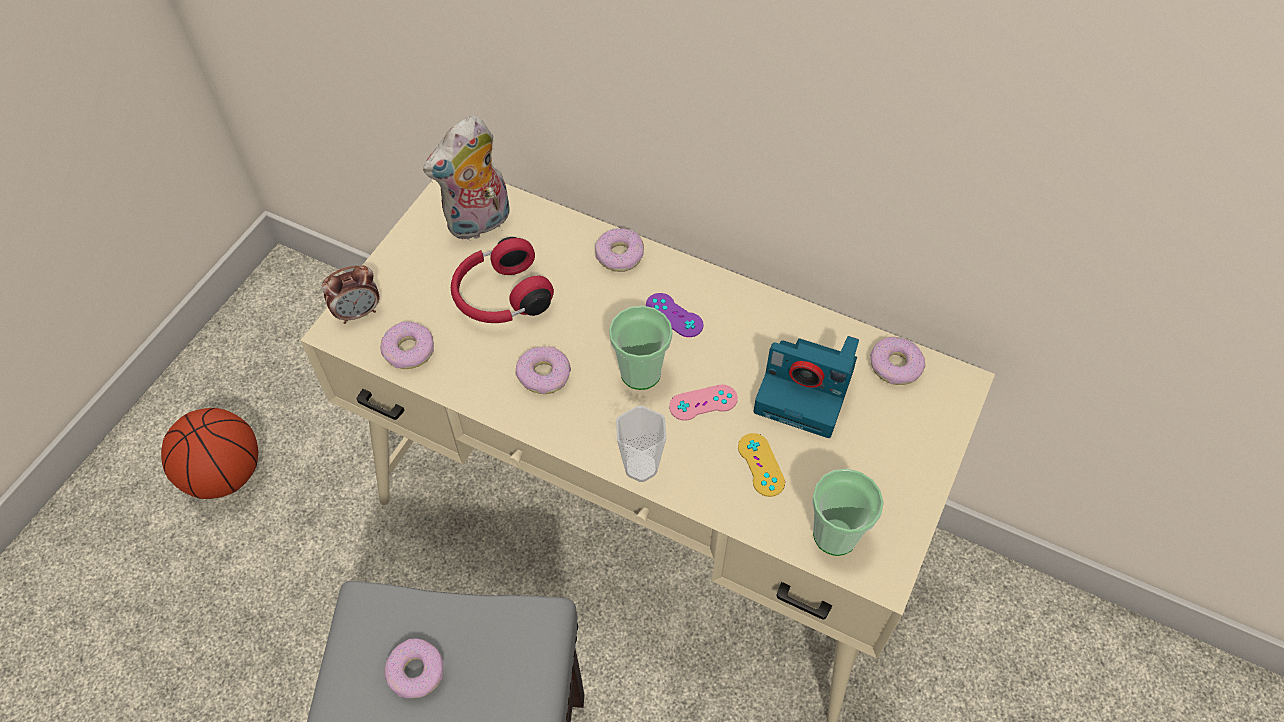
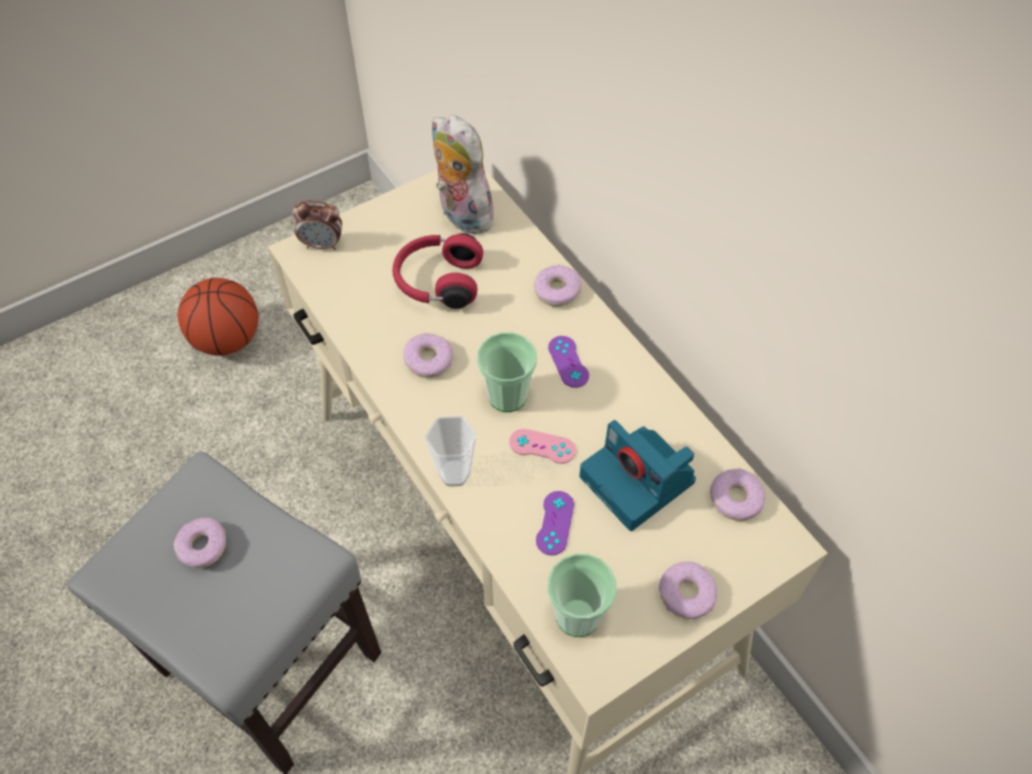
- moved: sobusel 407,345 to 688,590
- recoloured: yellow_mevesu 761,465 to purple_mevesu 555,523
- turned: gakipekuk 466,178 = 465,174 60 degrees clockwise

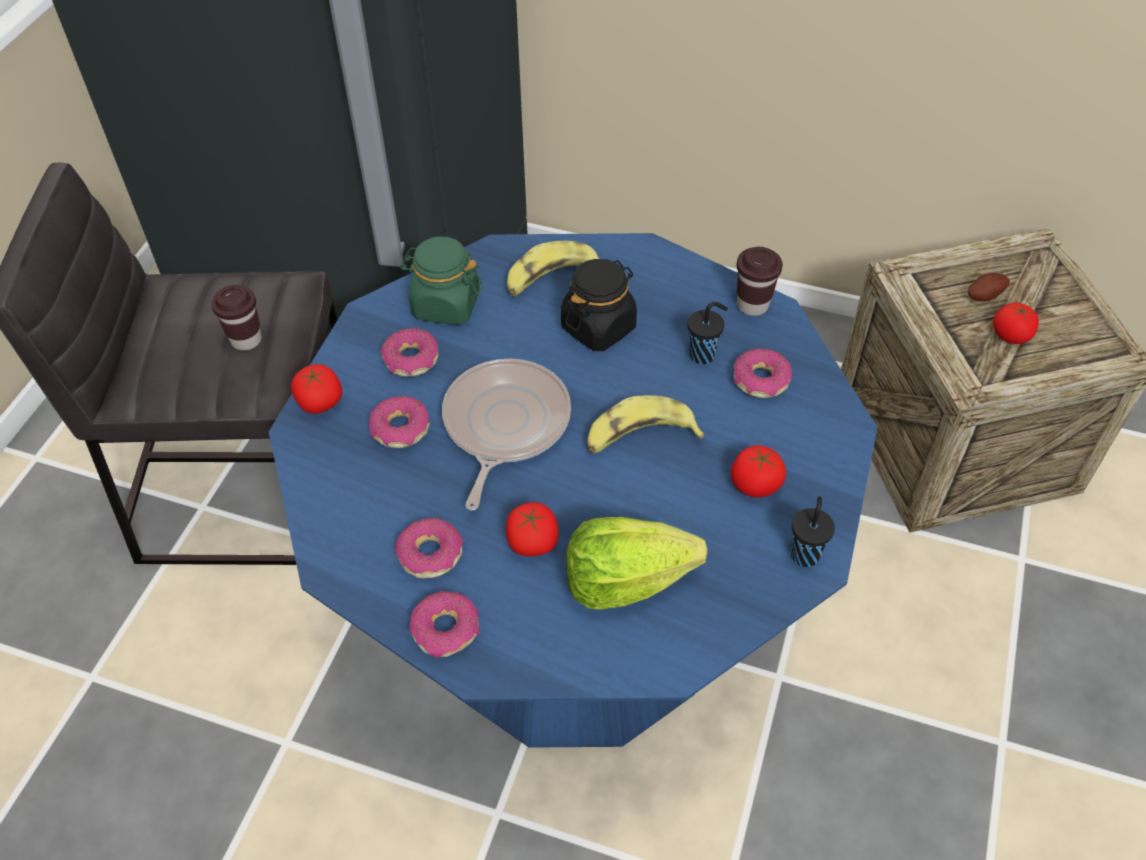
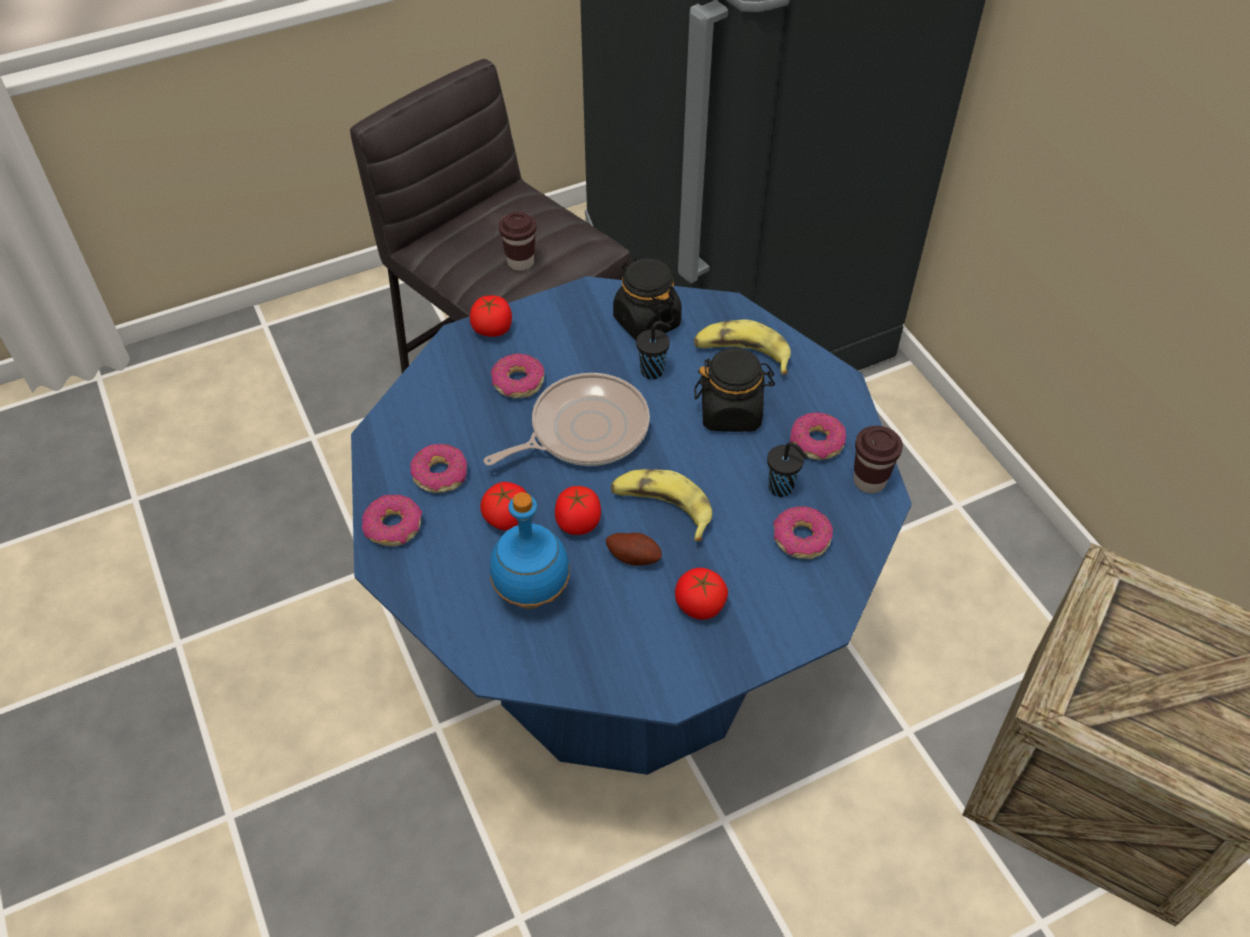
- moved: sobusel 410,352 to 818,436
- moved: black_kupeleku 813,531 to 653,350
- moved: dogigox 989,287 to 634,549
- moved: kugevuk 1016,323 to 578,510
- replaced: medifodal 637,563 to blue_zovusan 530,550
- recoloured: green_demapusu 441,280 to black_demapusu 647,299

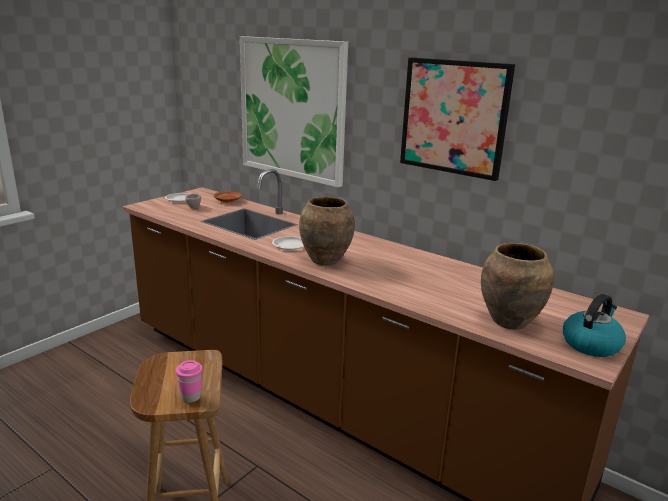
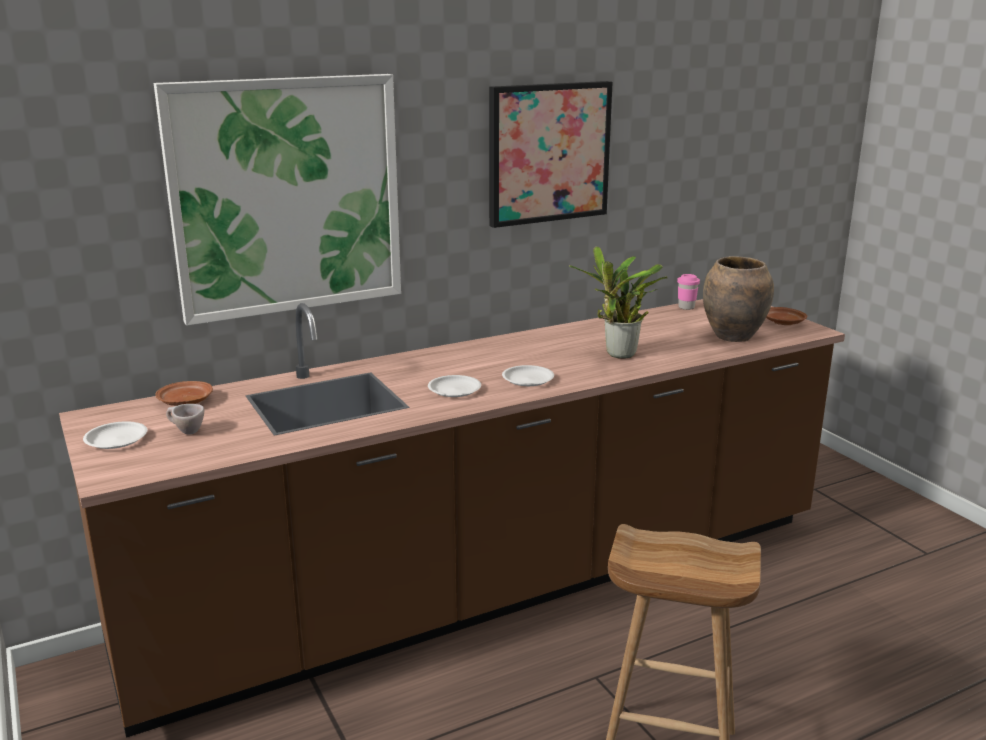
- added: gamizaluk 618,302
- moved: pink_kupeleku 189,381 to 688,292
- replaced: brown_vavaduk 327,231 to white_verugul 528,375
- replaced: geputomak 594,325 to brown_verugul 786,316

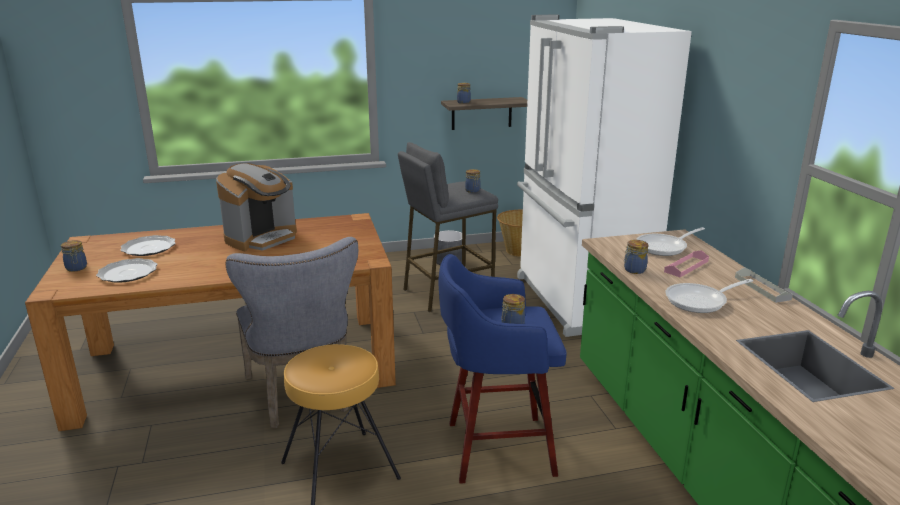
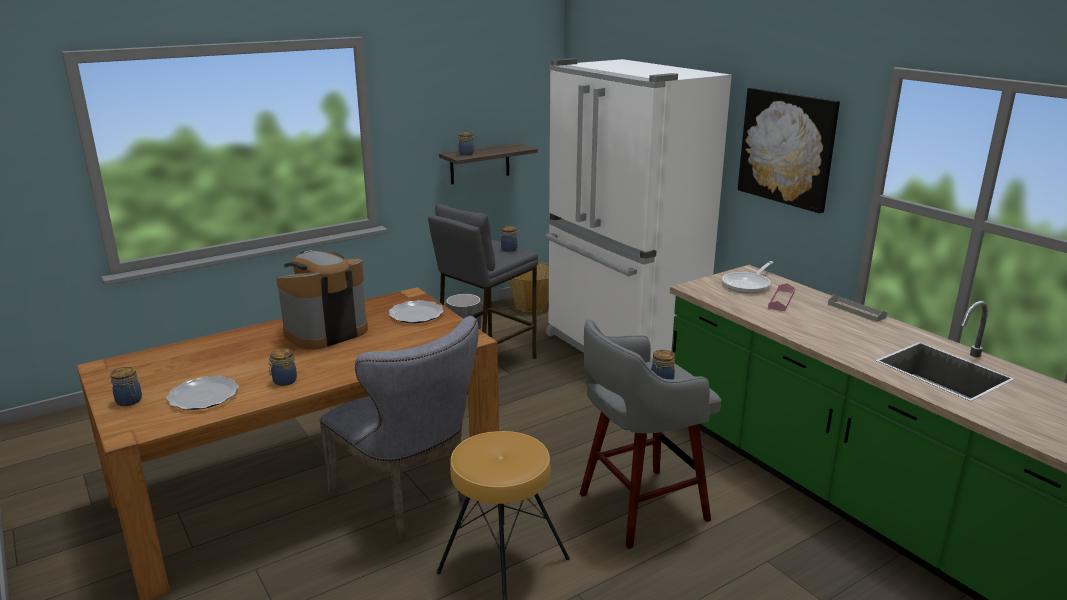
- removed: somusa 709,296
- added: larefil 789,150
- moved: verugul 148,245 to 416,311
- moved: demapusu 636,257 to 282,367
- recoloured: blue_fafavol 503,369 to grey_fafavol 650,434
- turned: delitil 256,207 = 322,299 150 degrees counterclockwise

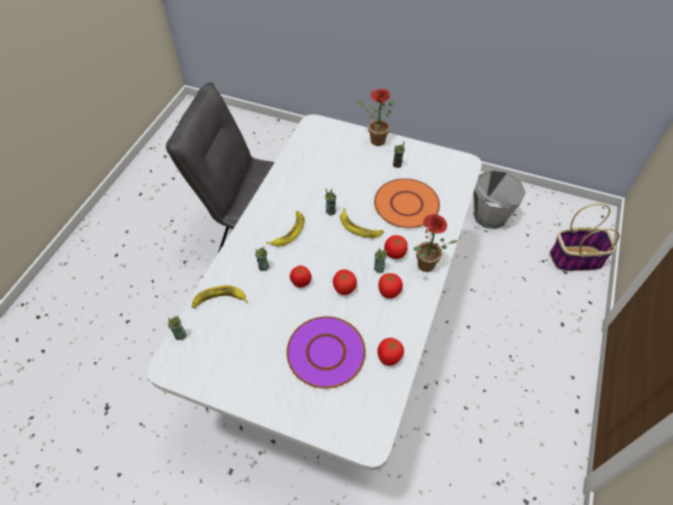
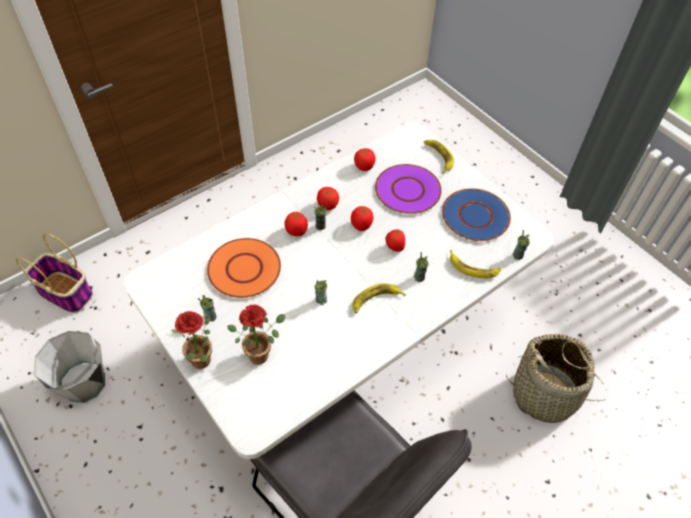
- added: blue_verugul 476,214
- added: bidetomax 556,378
- moved: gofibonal 362,223 to 439,157
- moved: gamizaluk 435,243 to 256,335

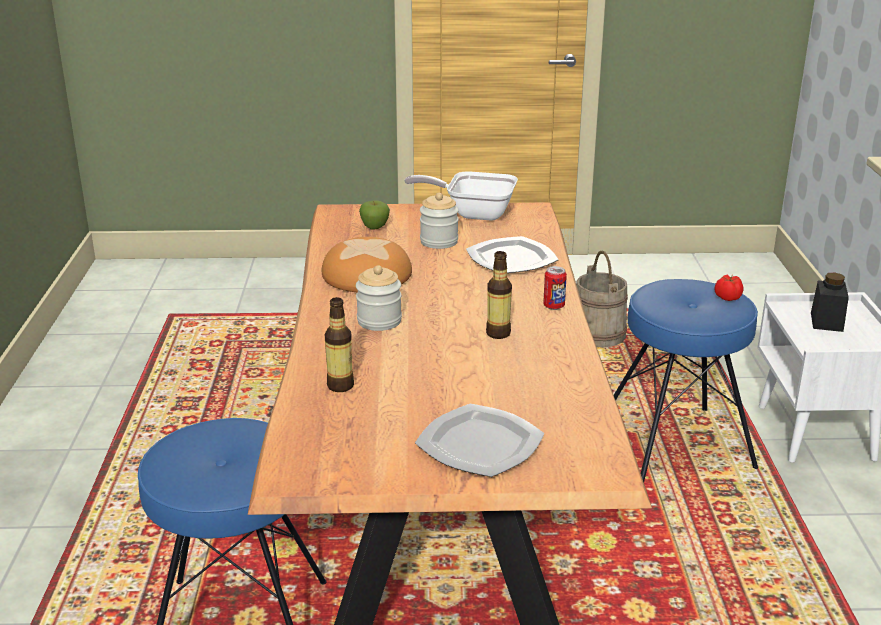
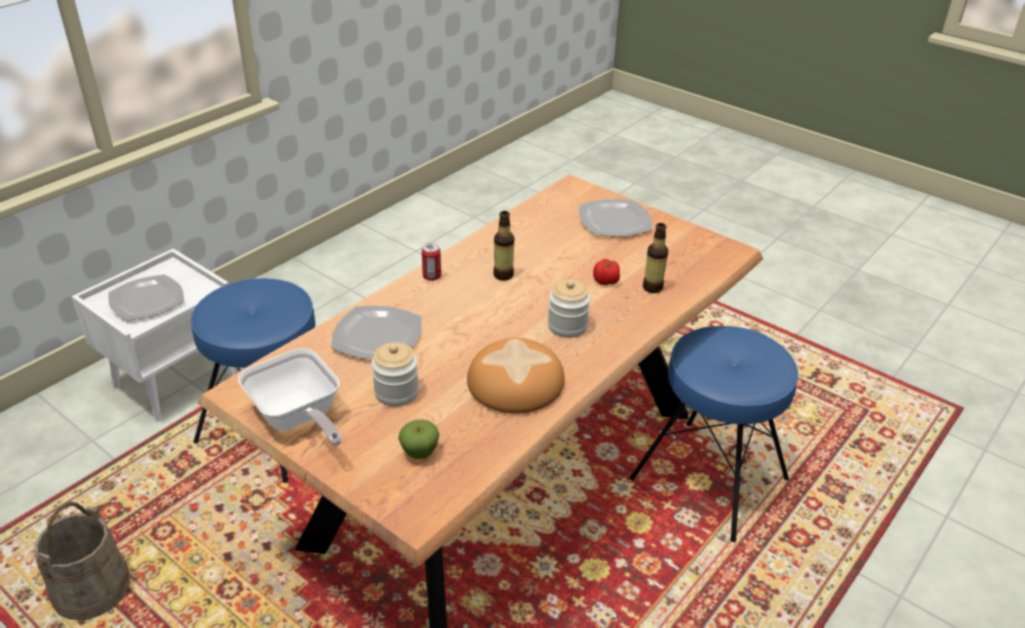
- moved: kugevuk 729,288 to 606,272
- replaced: black_demapusu 830,302 to verugul 146,297

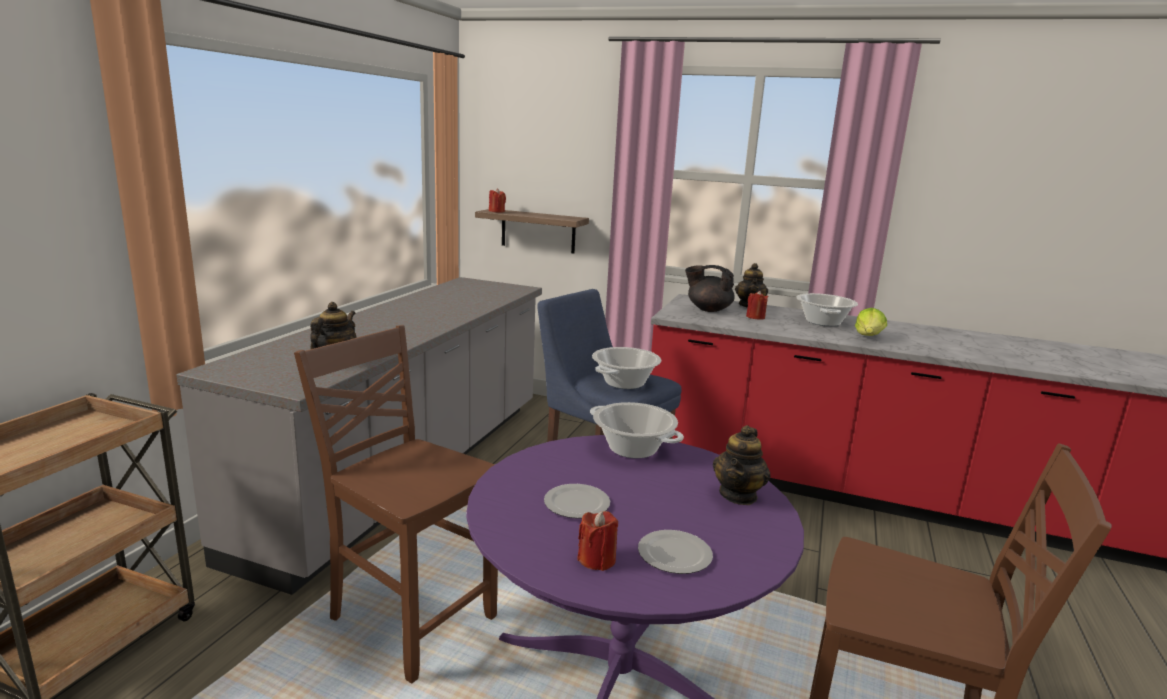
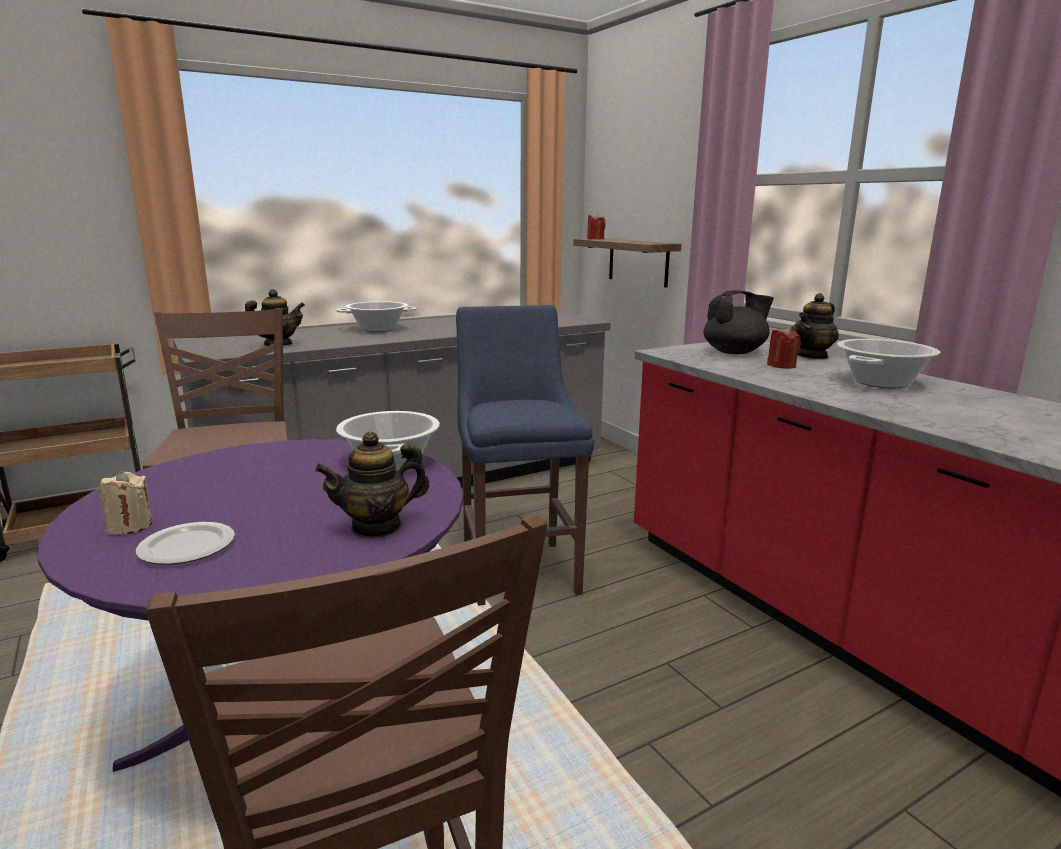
- removed: verugul 577,501
- removed: medifodal 871,322
- moved: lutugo 626,368 to 376,316
- recoloured: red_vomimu 597,541 to beige_vomimu 125,502
- turned: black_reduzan 710,288 = 739,322 105 degrees clockwise

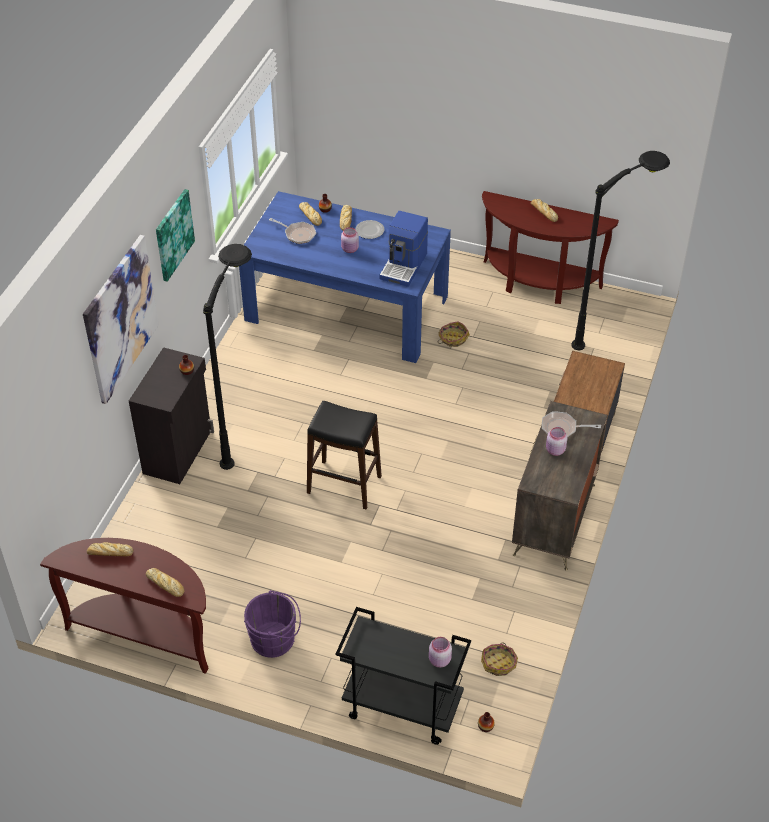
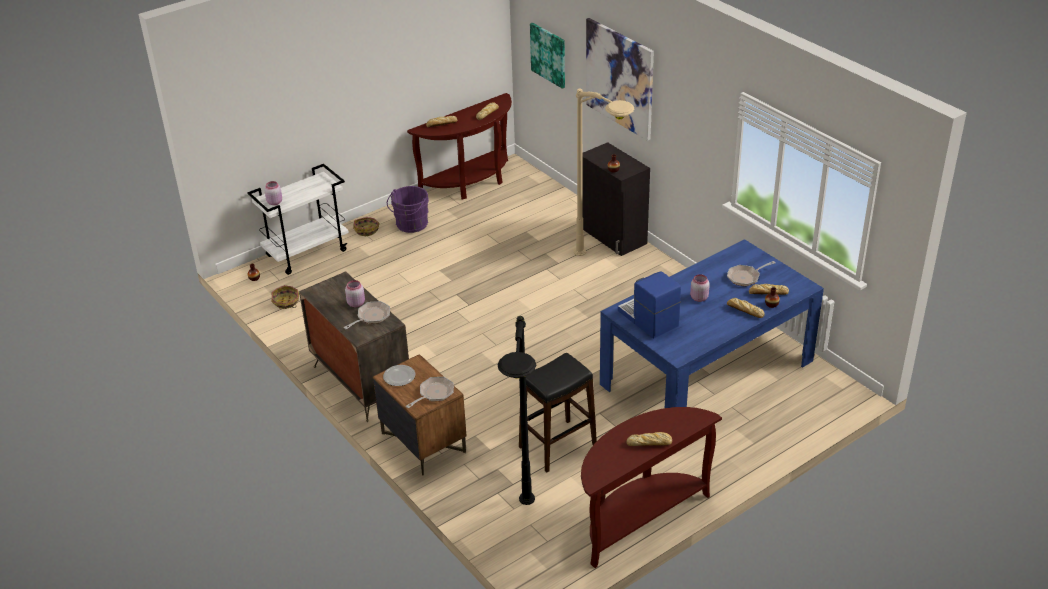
- added: somusa 430,392
- moved: larefil 175,235 to 547,56
- moved: black_fafavol 344,455 to 558,413
- moved: verugul 369,229 to 399,375
- moved: bidetomax 454,334 to 366,226
- recoloured: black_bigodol 227,357 to beige_bigodol 604,172
- recoloured: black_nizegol 403,676 to white_nizegol 298,219

